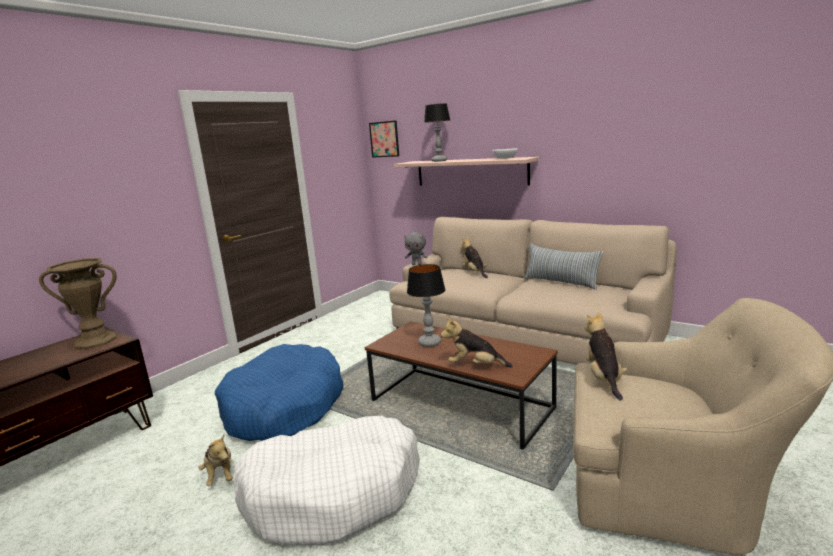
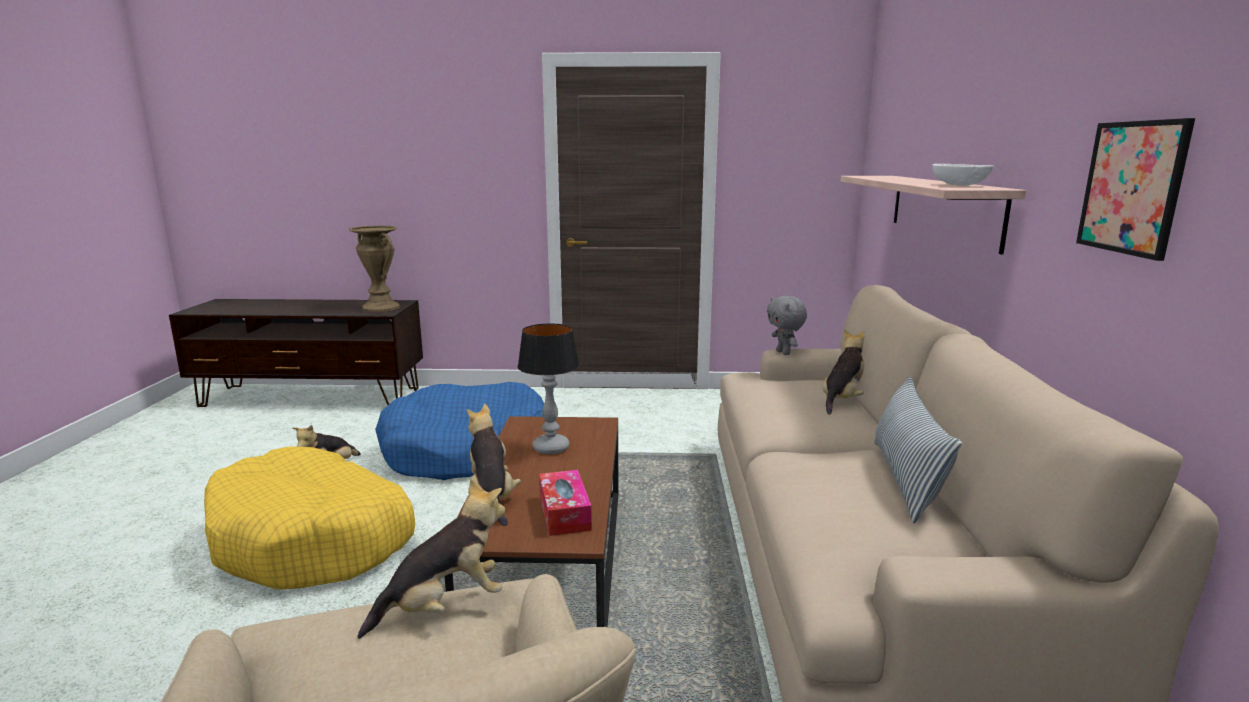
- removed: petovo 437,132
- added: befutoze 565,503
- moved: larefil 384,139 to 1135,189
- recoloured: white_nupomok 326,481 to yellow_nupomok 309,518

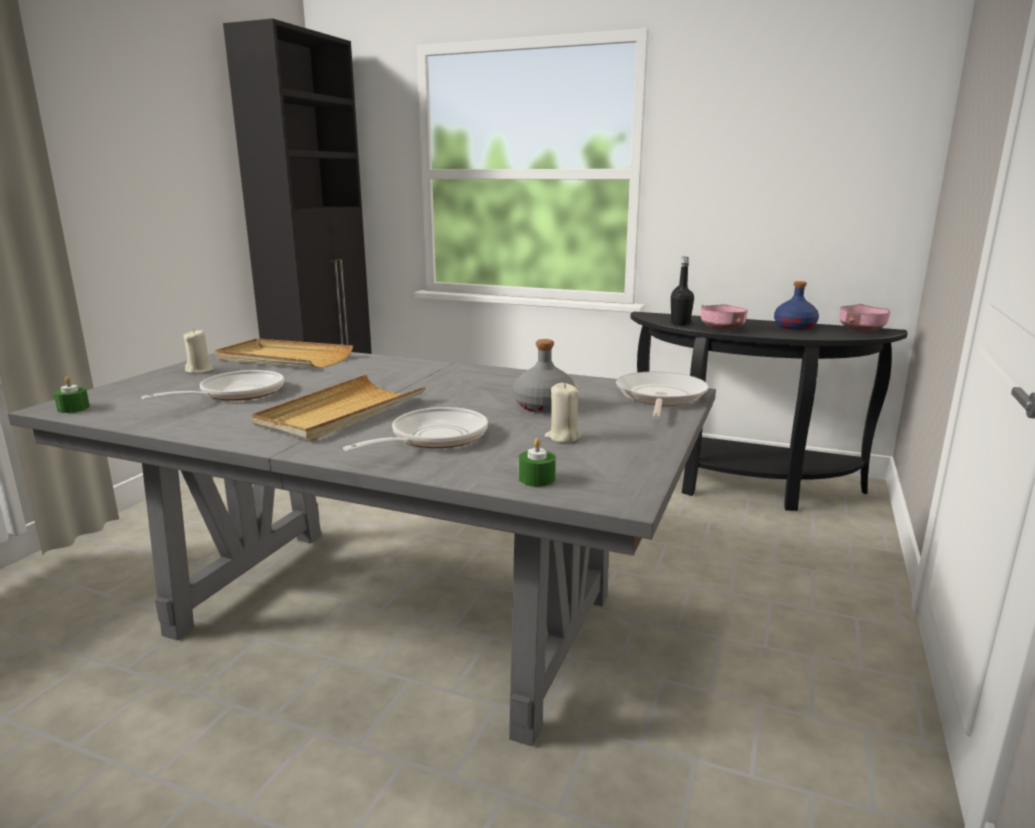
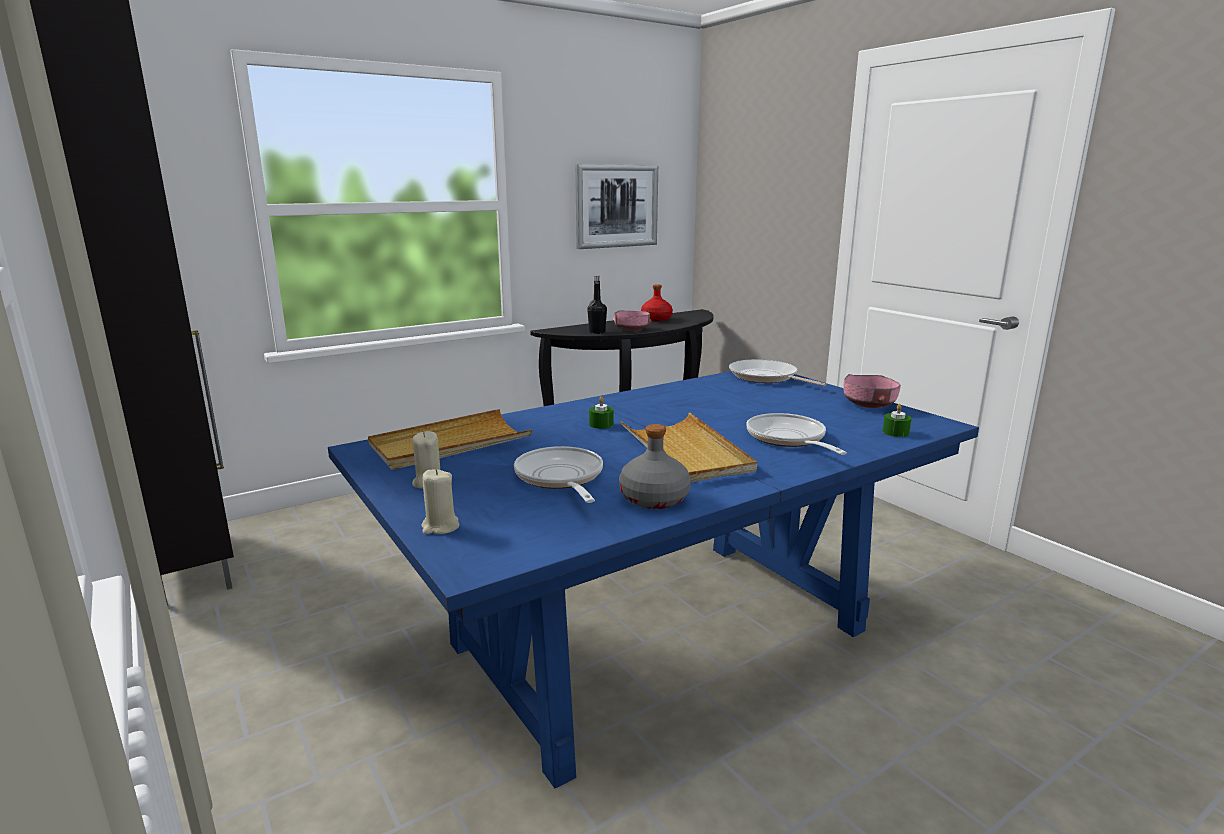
- added: larefil 616,206
- moved: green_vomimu 72,394 to 601,413
- moved: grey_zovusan 544,376 to 655,466
- moved: beige_vomimu 563,412 to 440,501
- moved: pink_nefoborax 865,318 to 872,391
- recoloured: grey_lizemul 362,549 to blue_lizemul 653,580
- recoloured: blue_zovusan 796,305 to red_zovusan 657,303

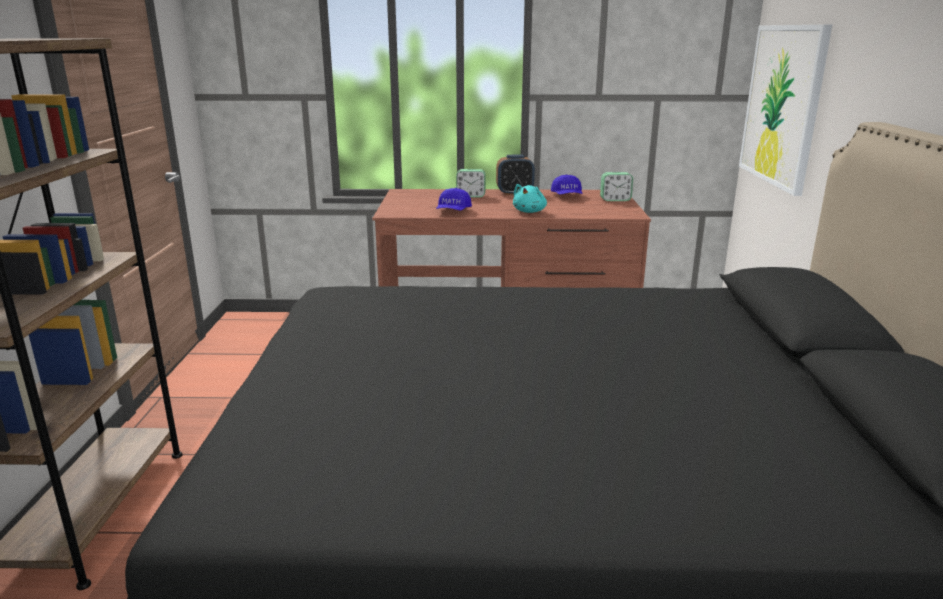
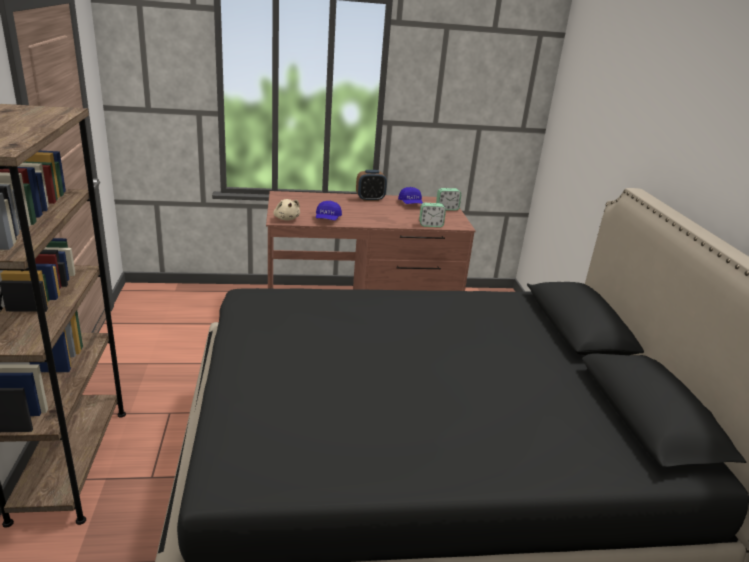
- removed: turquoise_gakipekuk 530,198
- removed: larefil 785,110
- added: beige_gakipekuk 286,210
- moved: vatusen 471,183 to 432,215

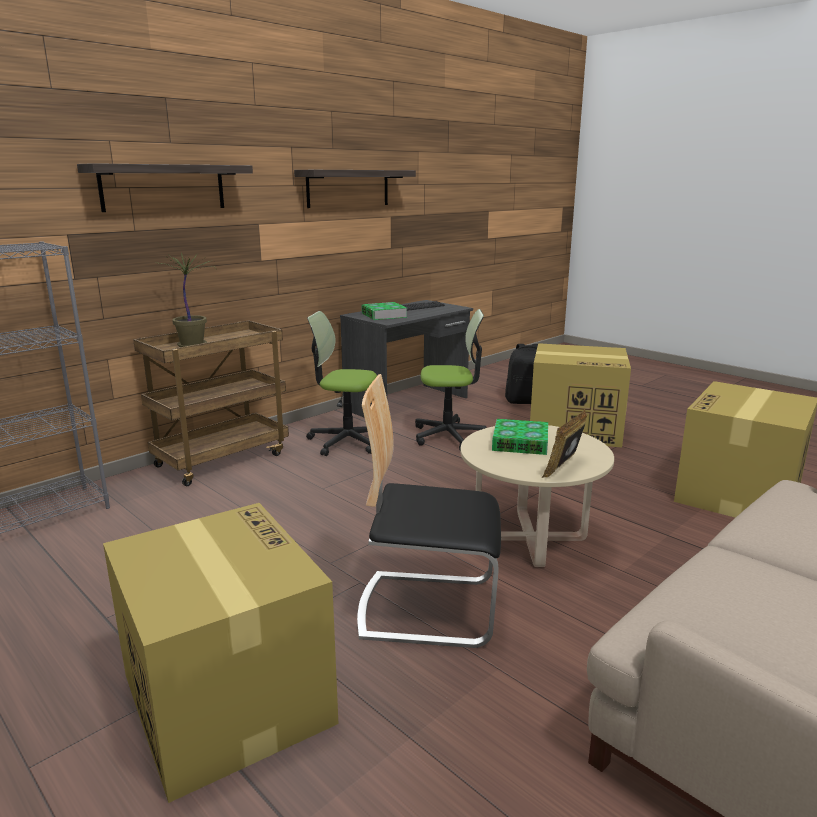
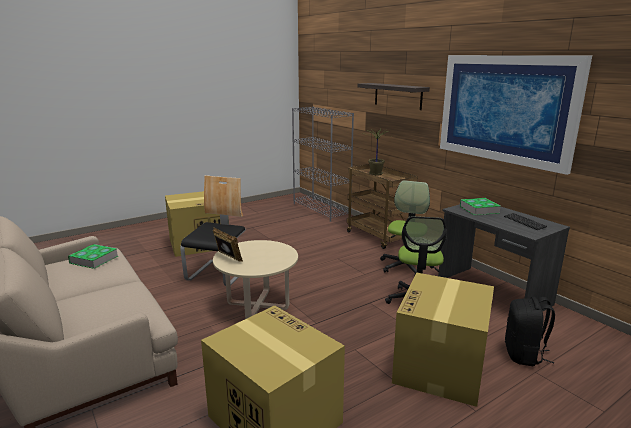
- moved: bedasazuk 520,437 to 93,256
- replaced: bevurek 355,189 to larefil 516,115

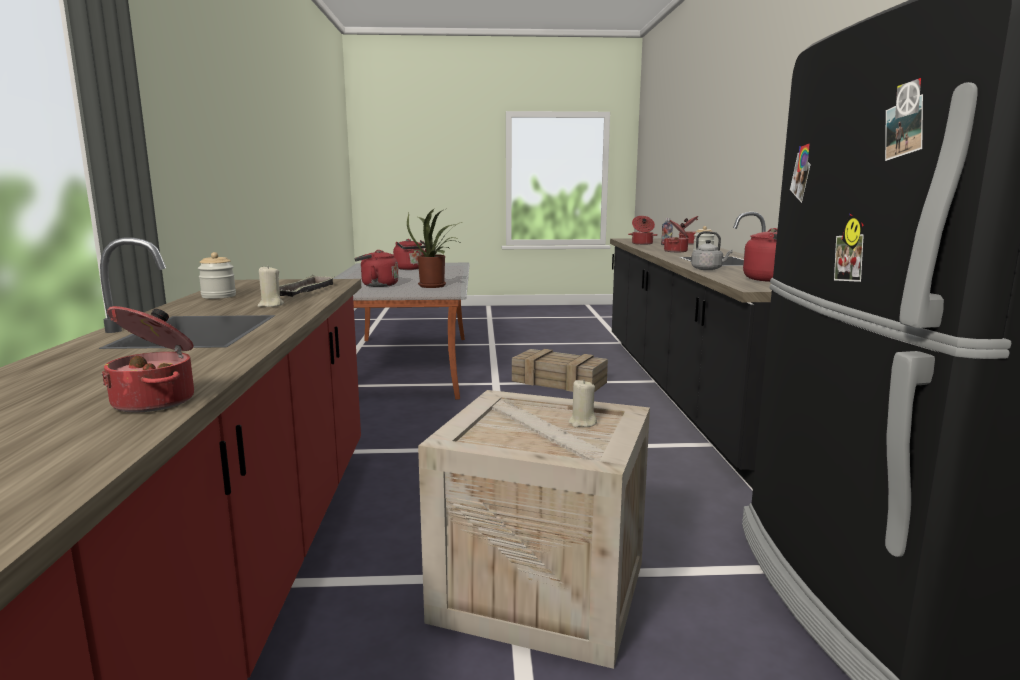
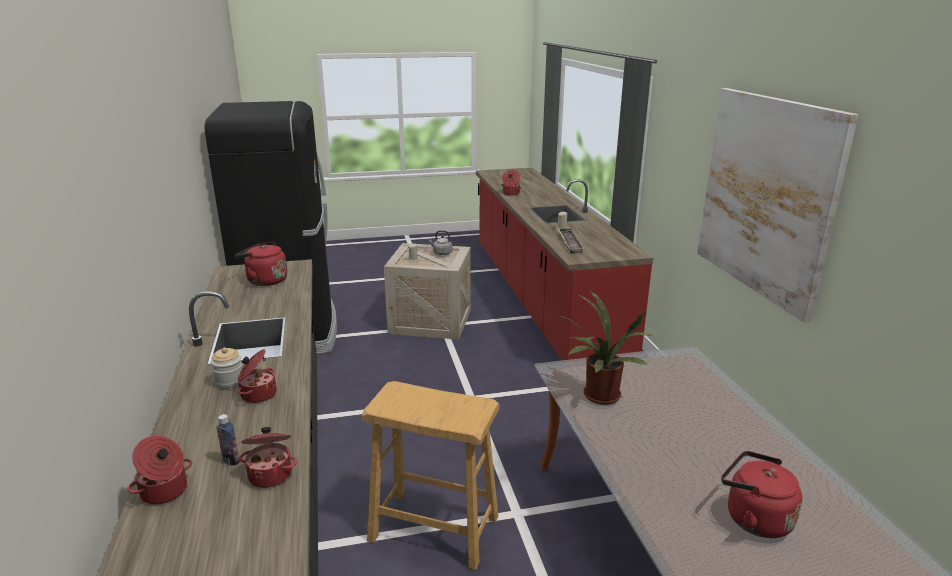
- removed: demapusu 217,275
- removed: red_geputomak 376,268
- added: larefil 777,205
- moved: grey_geputomak 712,250 to 440,242
- replaced: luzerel 560,370 to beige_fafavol 431,475

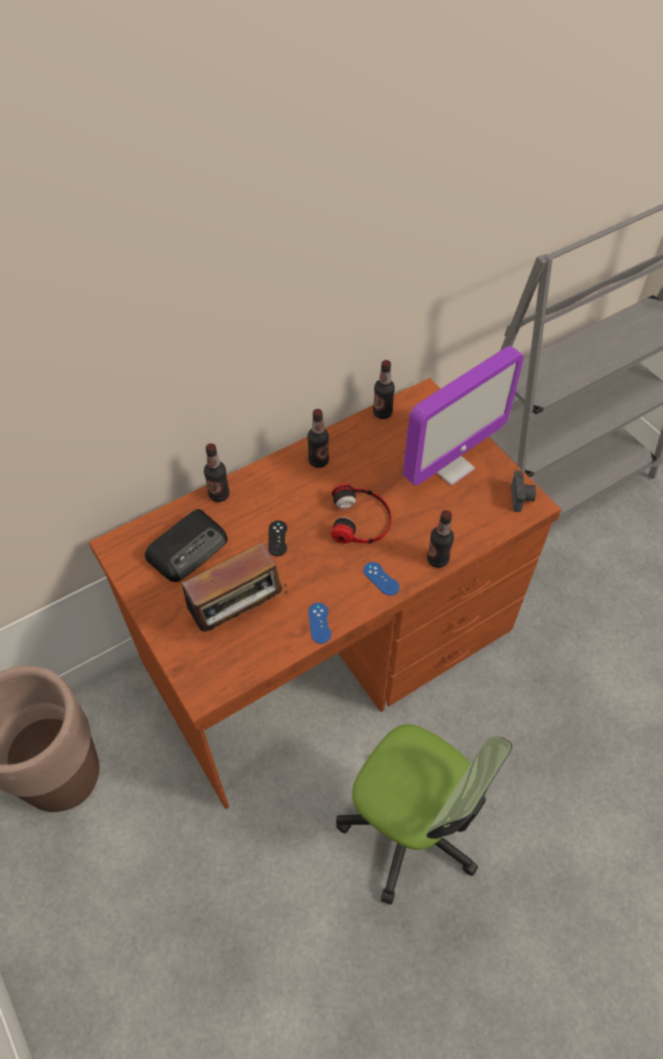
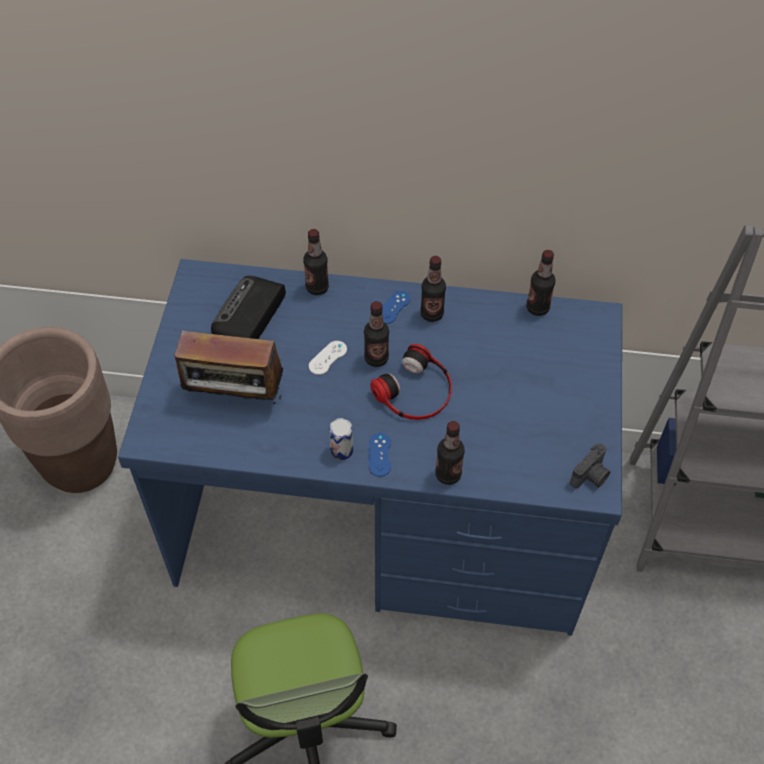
- removed: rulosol 463,416
- added: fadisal 341,439
- added: zovusan 376,334
- moved: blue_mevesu 319,623 to 396,307
- recoloured: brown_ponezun 325,593 to blue_ponezun 370,447
- recoloured: black_mevesu 277,538 to white_mevesu 328,358
- turned: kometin 186,545 = 248,307 120 degrees clockwise

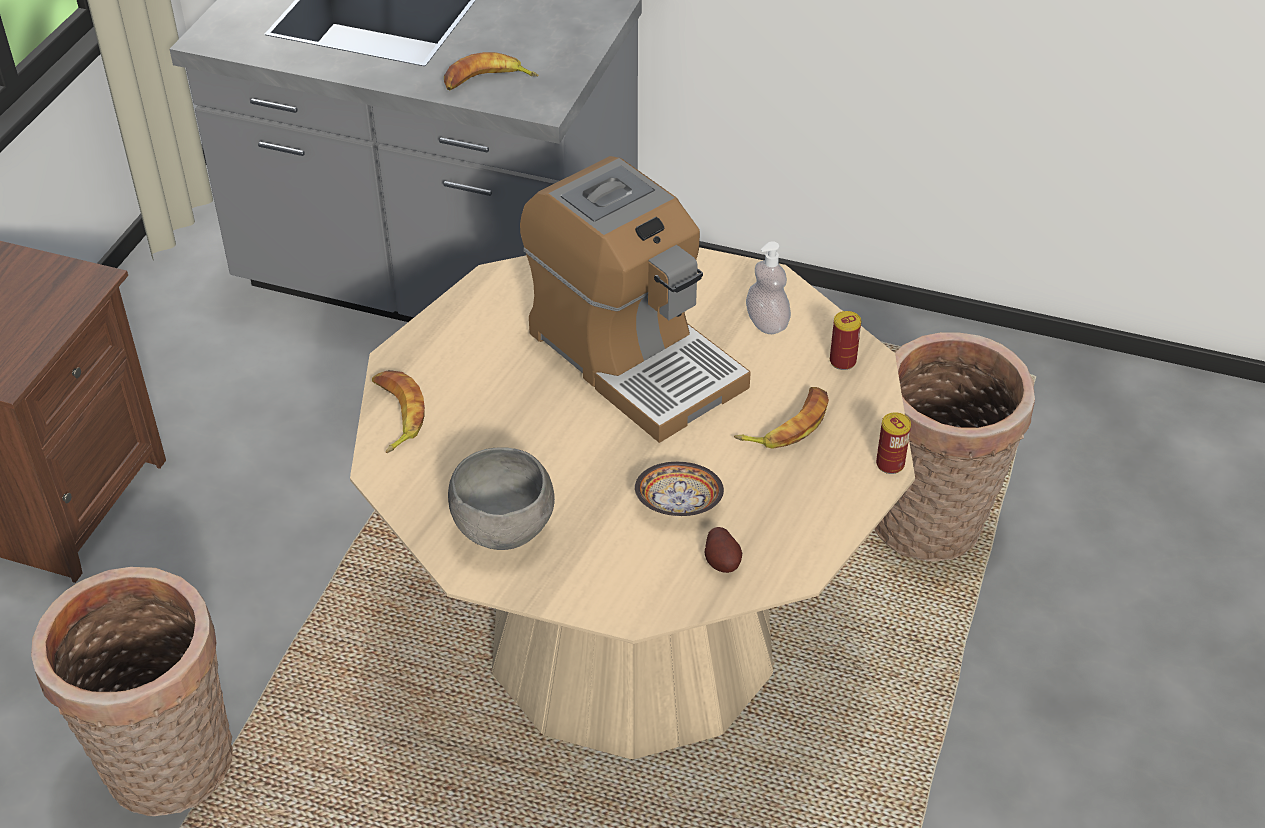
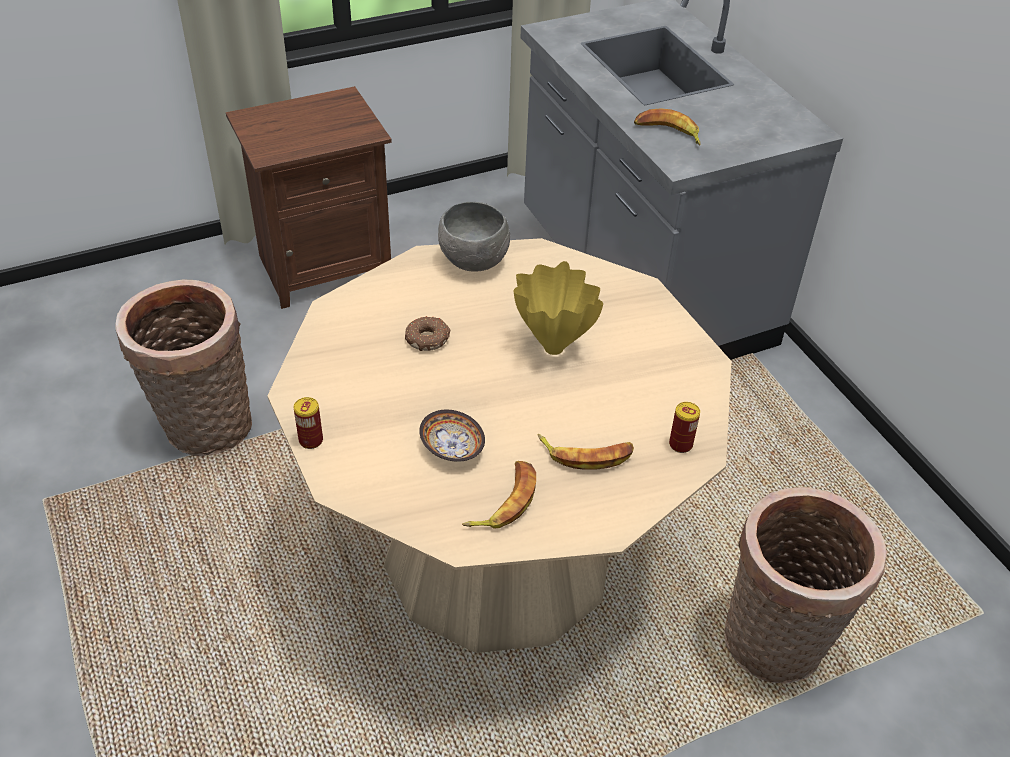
- removed: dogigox 723,550
- removed: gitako 768,287
- added: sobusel 427,333
- moved: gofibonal 398,411 to 499,494
- moved: grey_nefoborax 501,499 to 474,237
- moved: fadisal 893,443 to 308,423
- replaced: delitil 635,299 to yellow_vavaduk 558,308

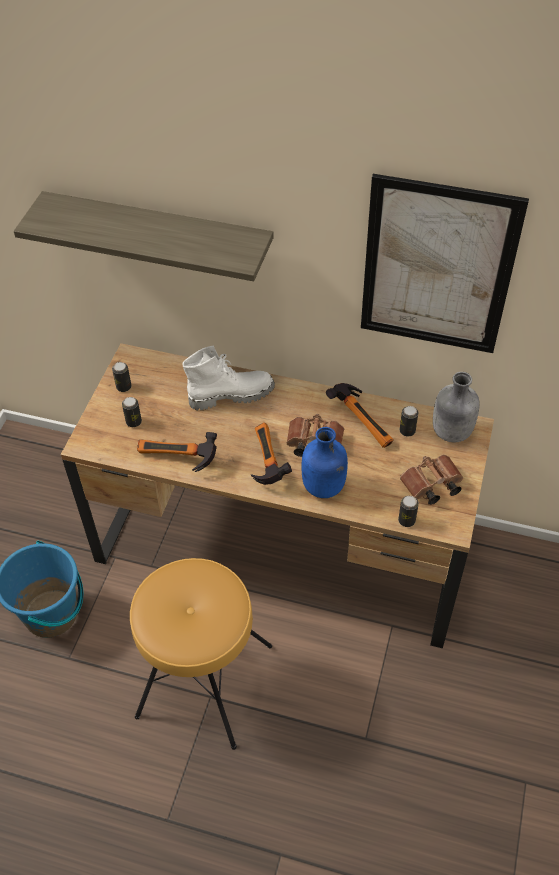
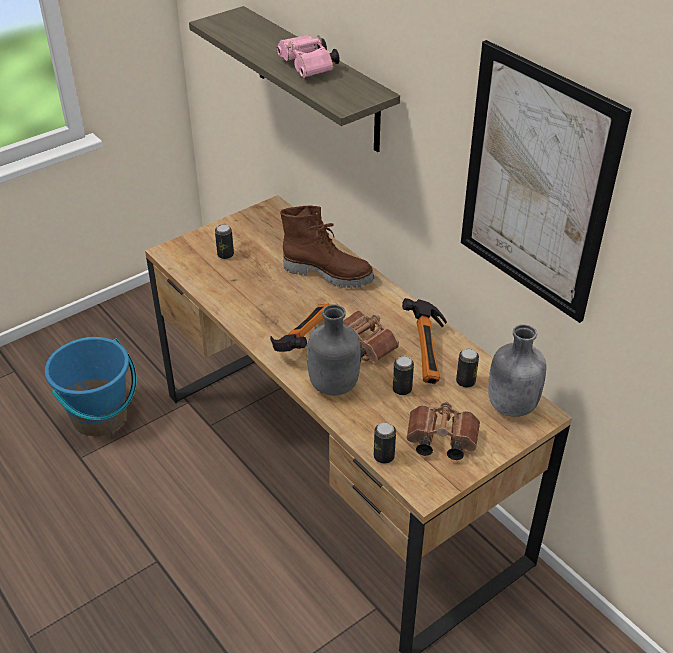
- removed: brown_fafavol 201,654
- removed: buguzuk 177,452
- added: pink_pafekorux 308,56
- moved: fadisal 122,377 to 403,375
- recoloured: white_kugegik 228,378 to brown_kugegik 327,246
- recoloured: blue_zovusan 325,462 to grey_zovusan 334,350

